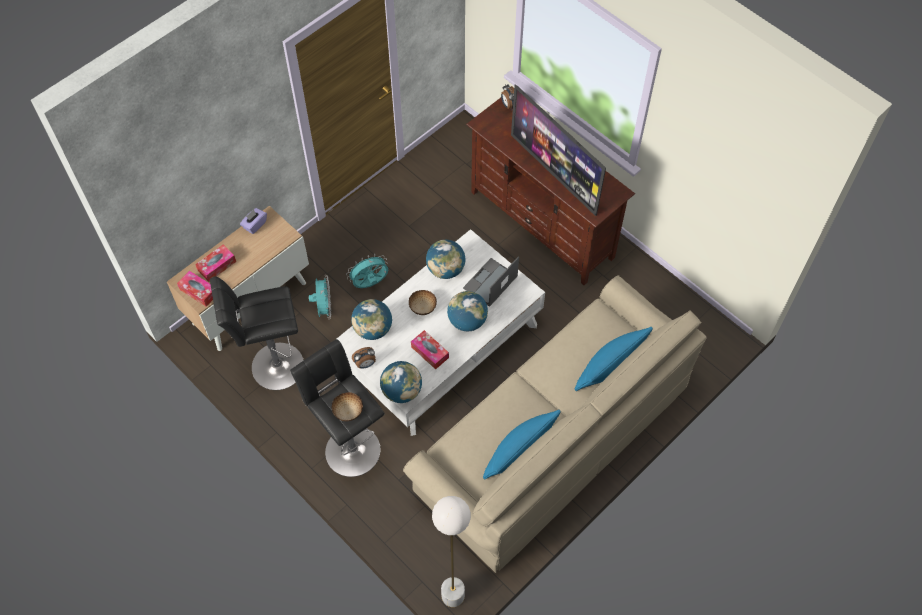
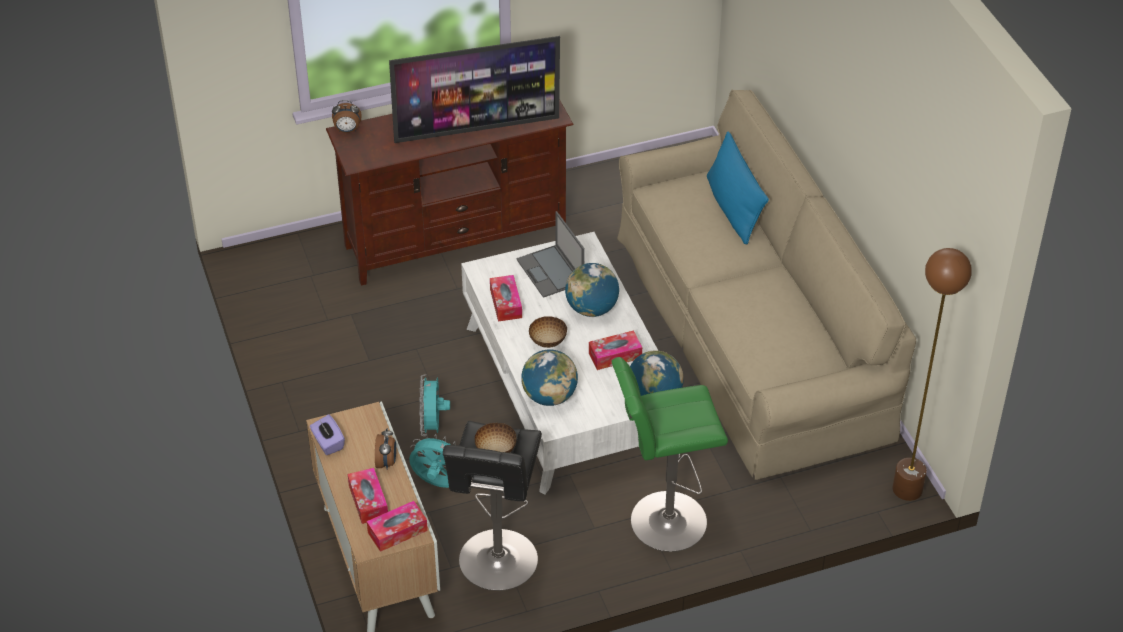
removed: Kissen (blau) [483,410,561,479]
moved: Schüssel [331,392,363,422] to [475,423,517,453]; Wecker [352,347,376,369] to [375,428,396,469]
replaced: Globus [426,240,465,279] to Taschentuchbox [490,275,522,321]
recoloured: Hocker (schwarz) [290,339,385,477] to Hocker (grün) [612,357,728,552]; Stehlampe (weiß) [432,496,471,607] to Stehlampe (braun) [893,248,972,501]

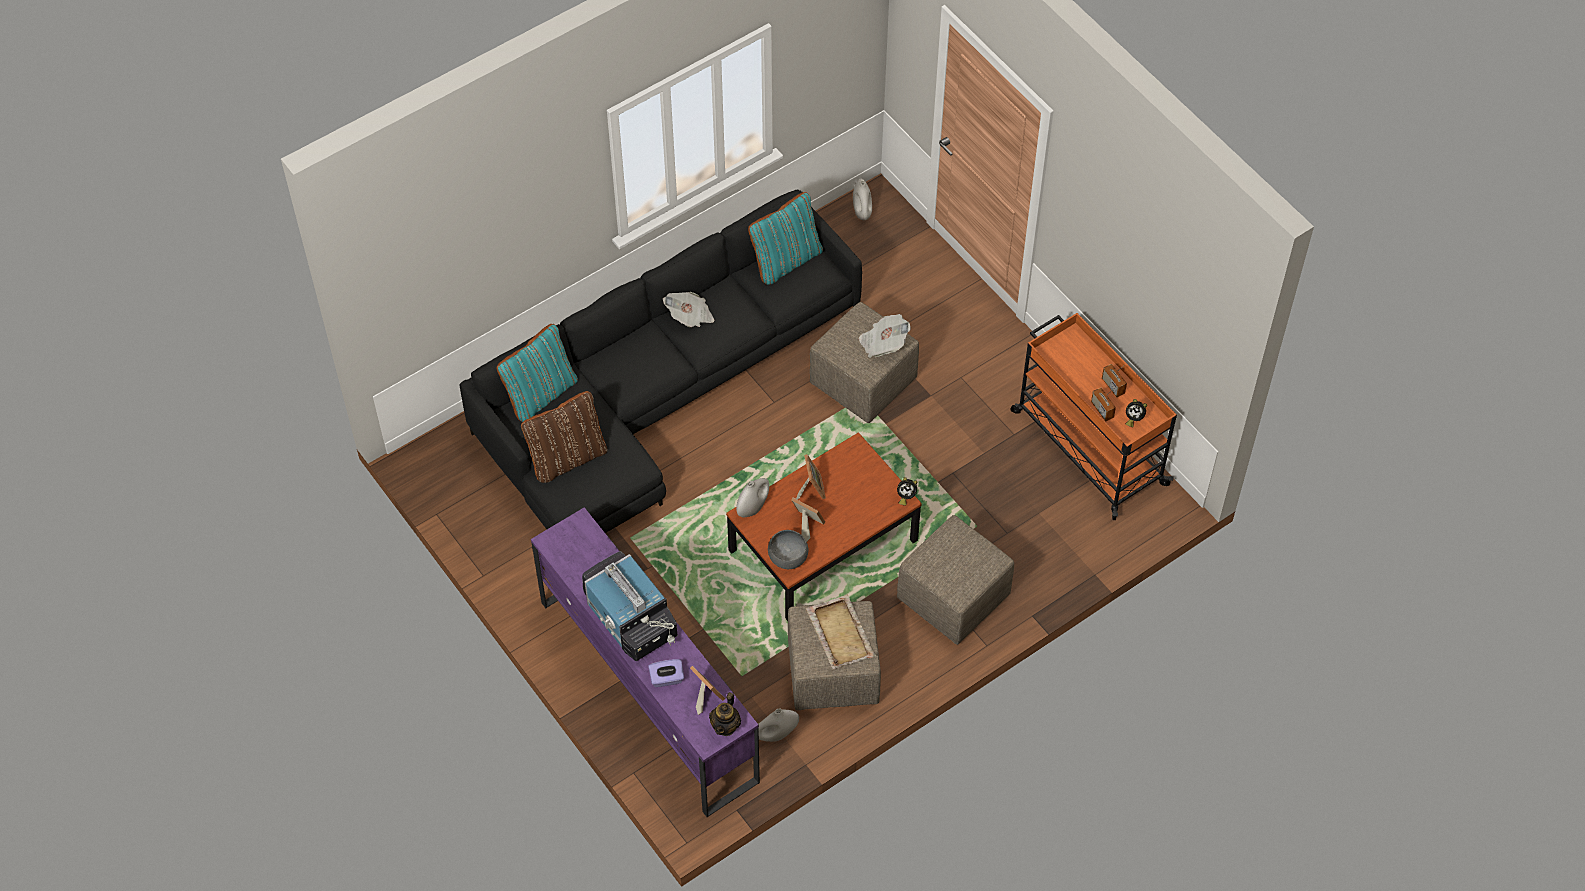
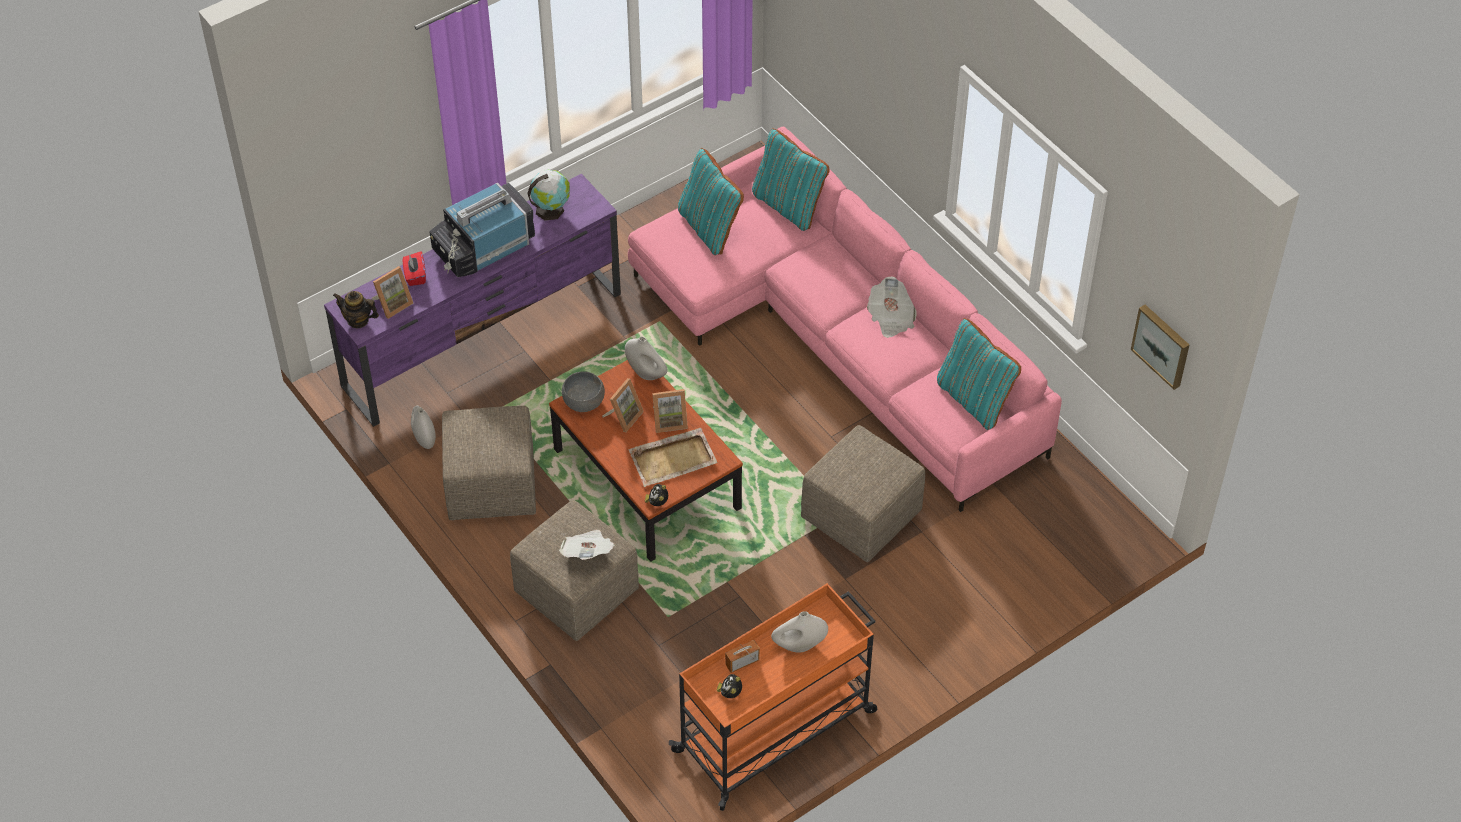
removed: Radio [1102,364,1127,397]
added: Globus [527,170,570,221]; Bild [1131,305,1189,390]
moved: Tablett (beige) [806,594,876,669] to [629,428,718,487]; Vase (weiß) [853,179,872,220] to [771,611,828,652]; Zeitung [859,314,911,358] to [559,530,615,560]
recoloured: Sofa (schwarz) [459,189,862,533] to Sofa (rosa) [628,127,1062,512]; Kissen (braun) [521,391,607,483] to Kissen (türkis) [678,148,744,255]; Taschentuchbox (lila) [648,659,684,687] to Taschentuchbox (rot) [403,251,426,286]

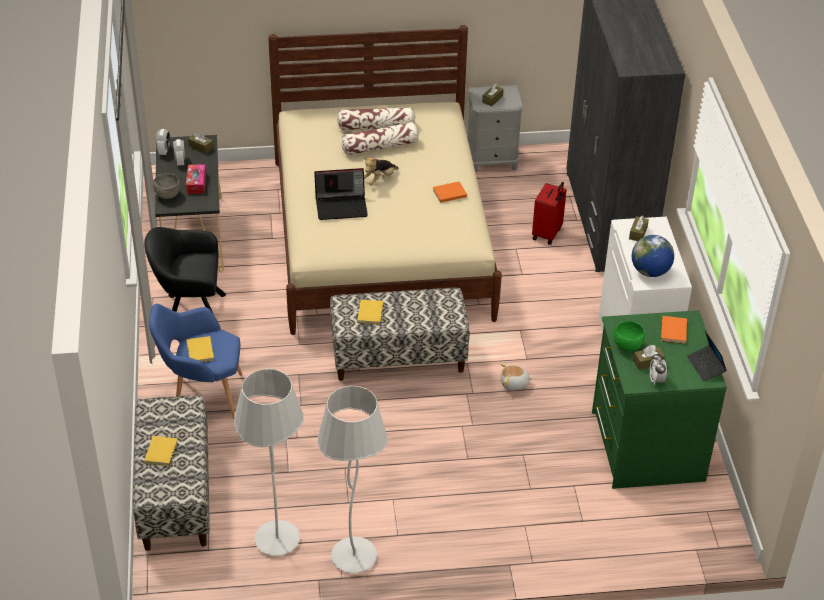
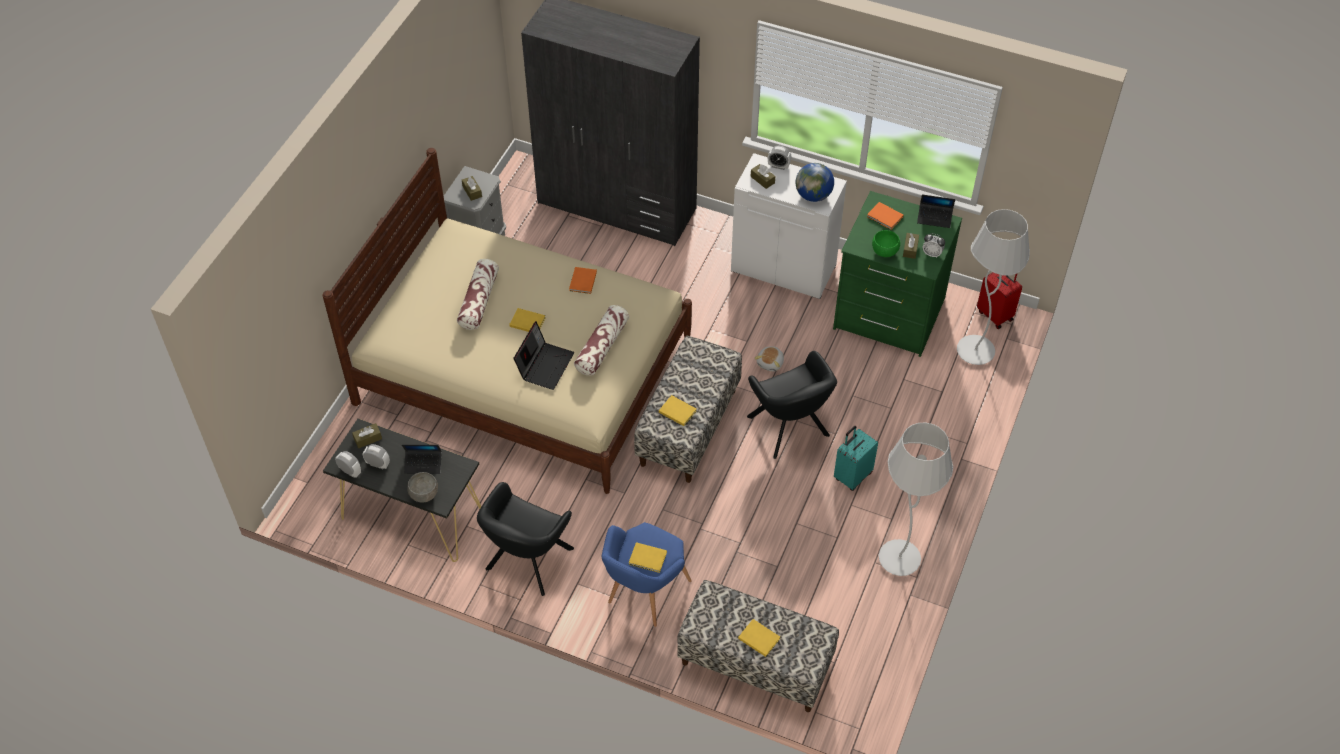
added: Sessel (schwarz) [747,351,837,459]; Wecker [768,146,791,170]; Koffer (türkis) [834,426,878,491]
moved: Stehlampe (weiß) [234,369,304,556] to [957,209,1030,365]; Kissen [337,107,415,130] to [574,305,629,376]; Koffer (rot) [532,182,567,245] to [977,272,1022,329]
replaced: Taschentuchbox [186,165,206,194] to Laptop [402,445,442,474]; Plüschtier [364,157,399,185] to Buch (gelb) [509,308,545,332]

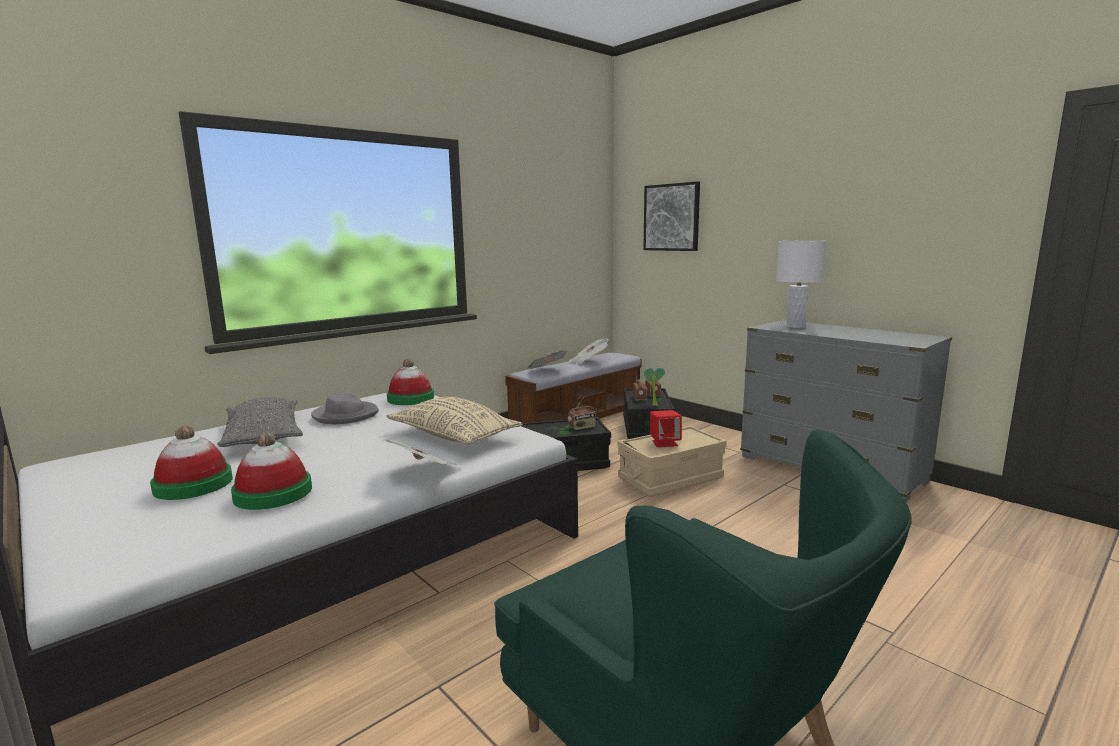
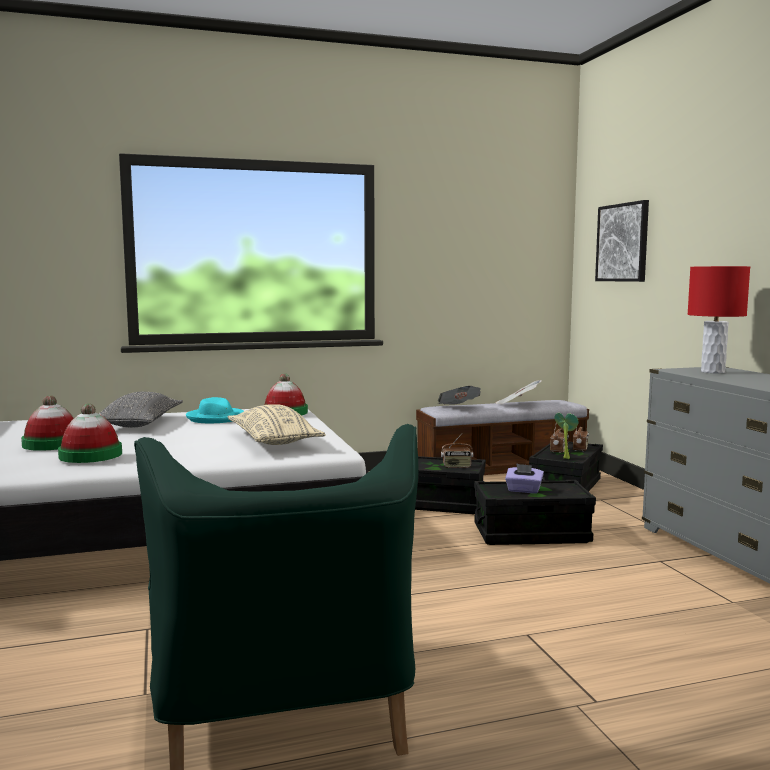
removed: Zeitung [382,439,459,466]
replaced: Lautsprecher (rot) [650,410,682,447] to Taschentuchbox (lila) [505,464,544,493]
recoloured: Hut (grau) [311,392,379,424] to Hut (türkis) [186,397,244,423]; Aufbewahrungsbox (beige) [618,426,727,497] to Aufbewahrungsbox (schwarz) [474,480,596,545]; Tischlampe (weiß) [776,240,827,328] to Tischlampe (rot) [687,266,750,373]

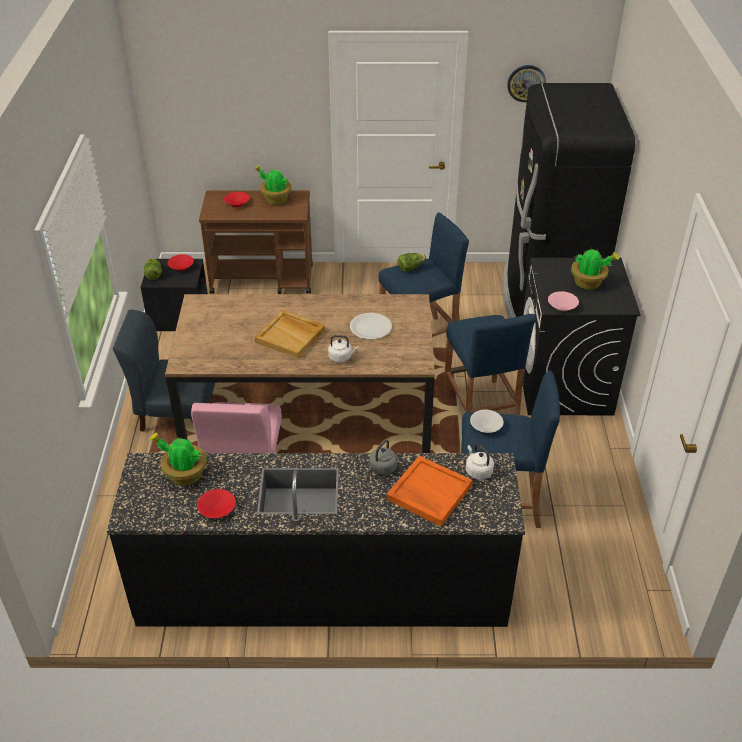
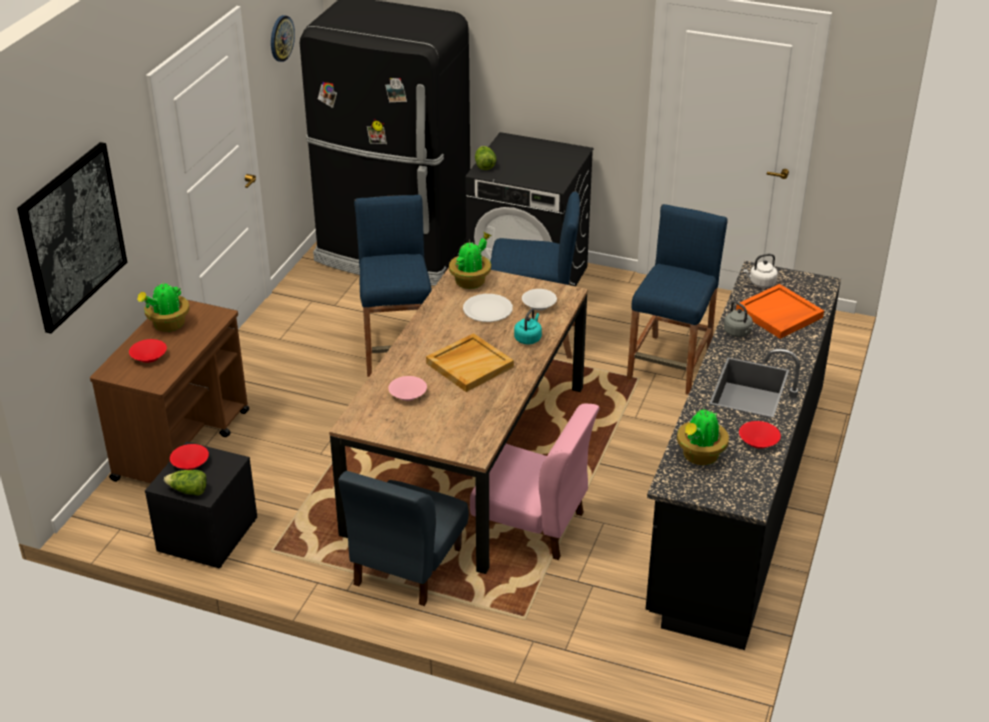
added: Bild [17,142,127,334]
moved: Salatkopf [398,253,426,272] to [475,146,496,170]; Schüssel (weiß) [470,410,504,433] to [522,289,557,311]; Schüssel (rosa) [548,291,579,311] to [388,376,427,401]; Topfpflanze [571,249,619,289] to [449,232,491,289]
recoloured: Wasserkessel (weiß) [328,335,358,362] to Wasserkessel (türkis) [514,309,542,345]

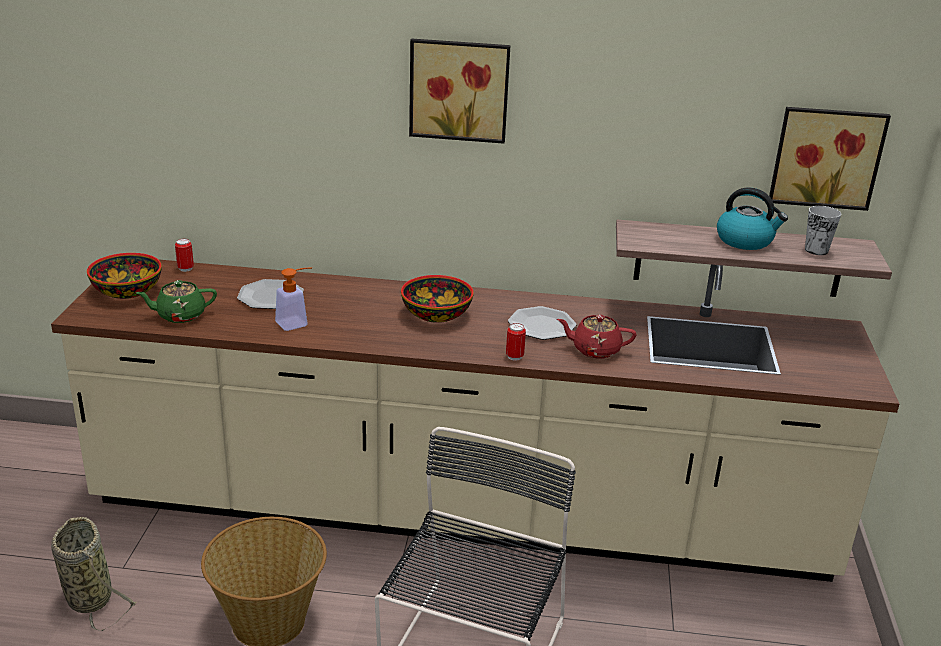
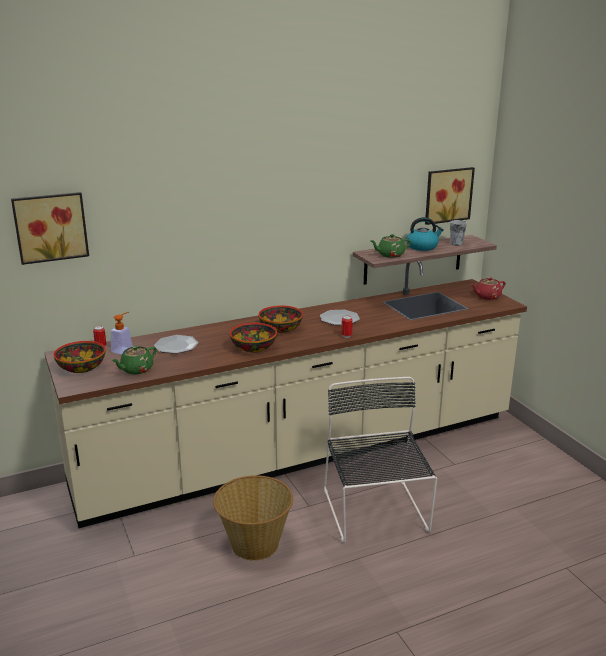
removed: Korb [51,517,136,631]
added: Schüssel [230,323,277,353]; Teekanne (grün) [370,234,411,258]
moved: Seifenspender [275,267,312,331] to [111,312,133,355]; Bild [409,39,511,144] to [11,192,89,265]; Teekanne (rot) [557,315,637,358] to [471,277,506,300]

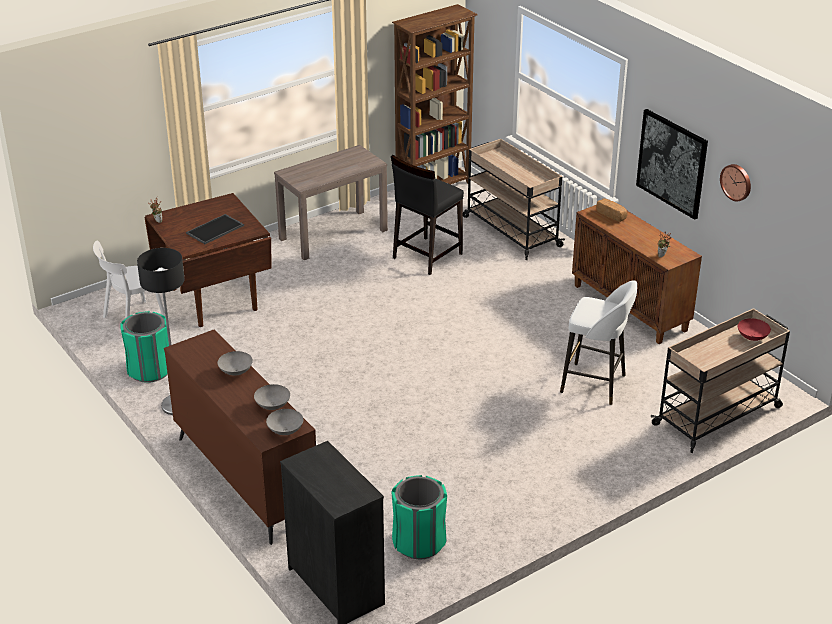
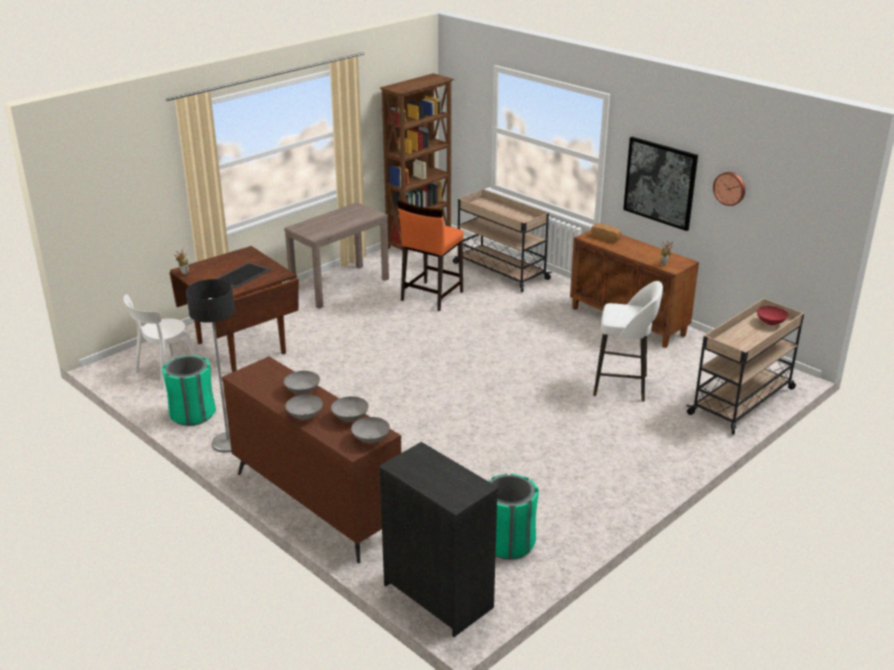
added: Schüssel (grau) [285,395,323,419]
recoloured: Hocker (schwarz) [391,155,464,275] to Hocker (orange) [397,200,464,311]

